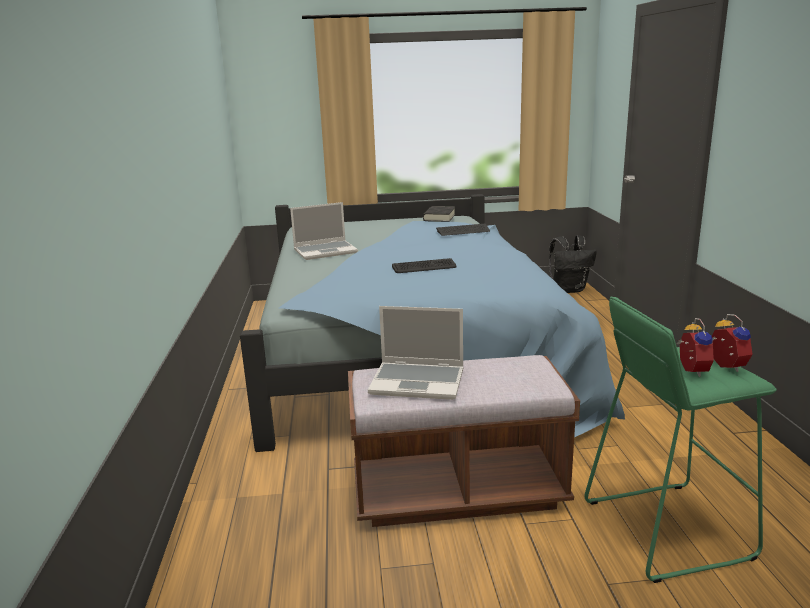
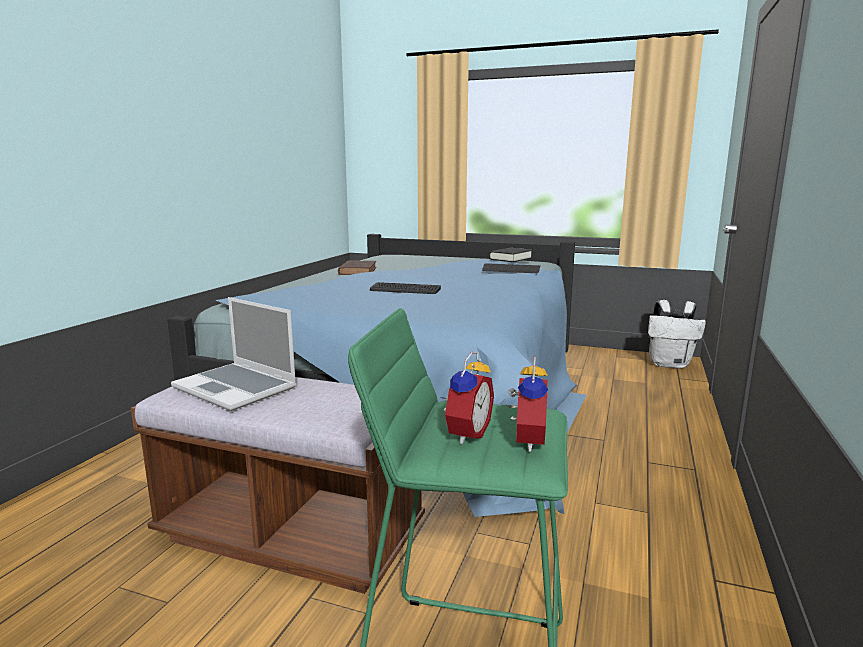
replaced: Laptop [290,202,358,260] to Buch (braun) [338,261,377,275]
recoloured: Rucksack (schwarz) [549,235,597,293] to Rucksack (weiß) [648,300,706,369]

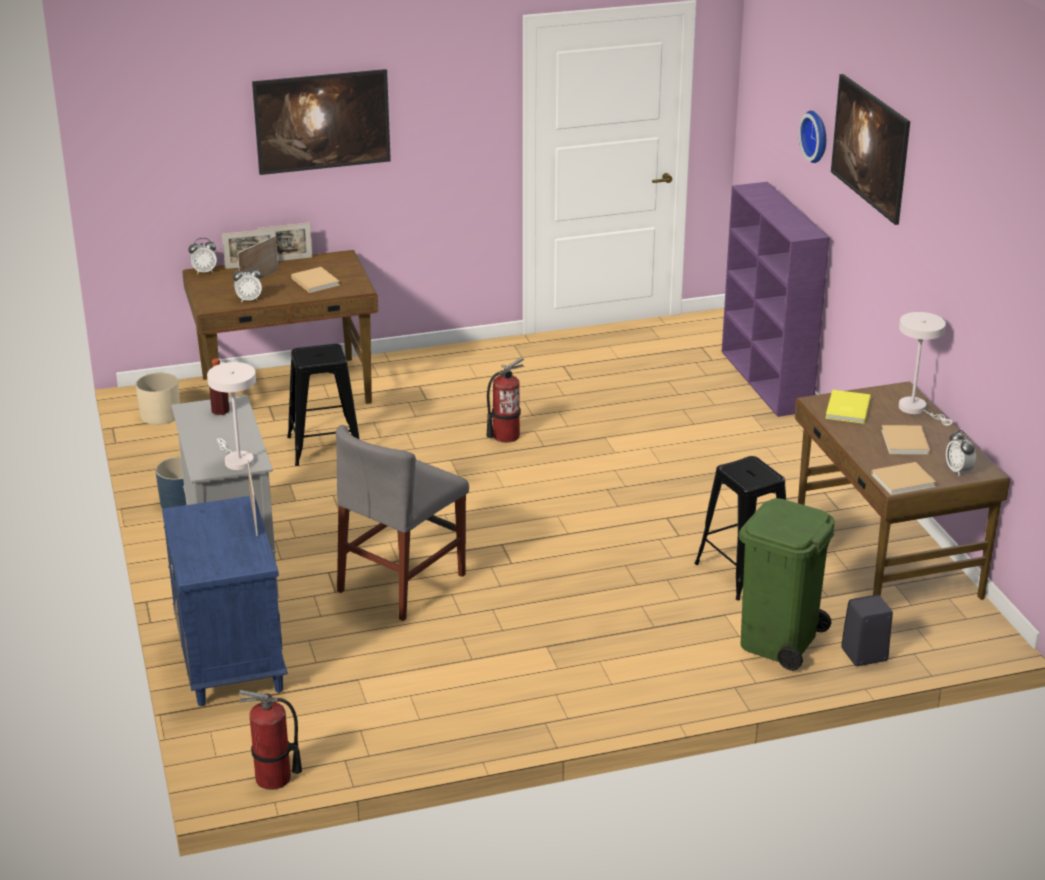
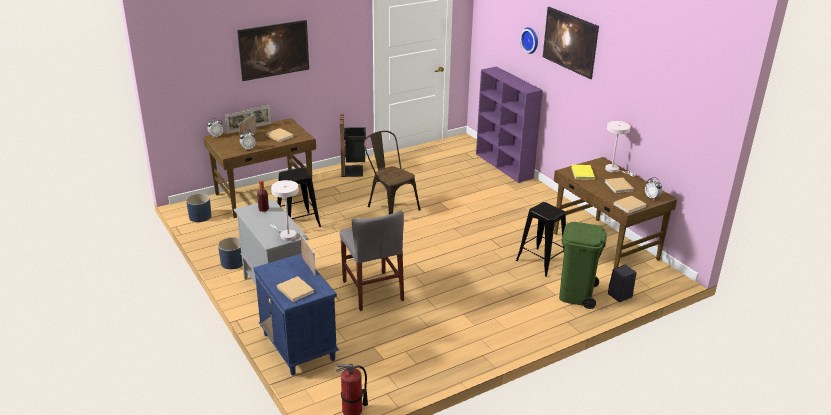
added: Buch (beige) [277,276,314,302]; Mülleimer (schwarz) [340,114,366,177]
replaced: Feuerlöscher [487,357,525,443] to Stuhl (braun) [364,131,421,215]
recoloured: Pflanzkübel (beige) [136,373,180,425] to Pflanzkübel (blau) [186,193,211,222]
turned: Stuhl (grau) [336,425,469,621] = [340,210,404,311] 45 degrees counterclockwise

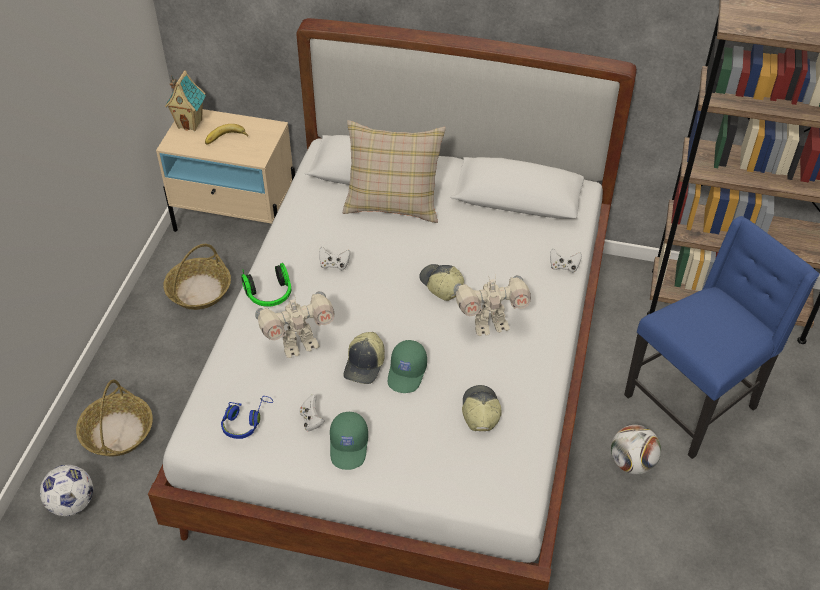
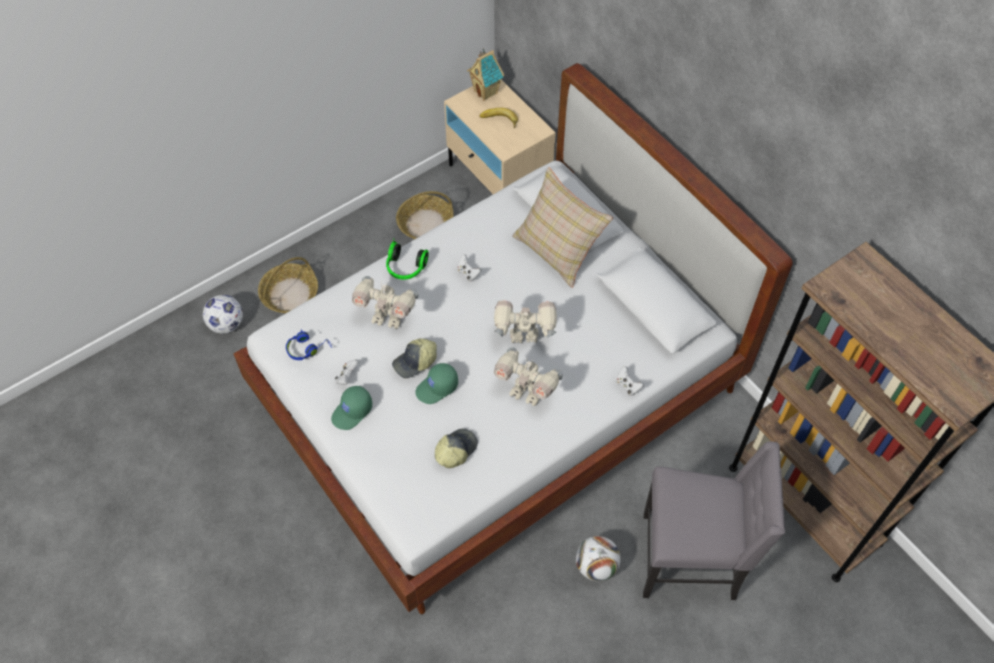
replaced: Kappe [419,264,464,301] to Spielzeugroboter [494,300,557,343]
recoloured: Stuhl (blau) [624,216,820,459] to Stuhl (grau) [643,442,785,600]

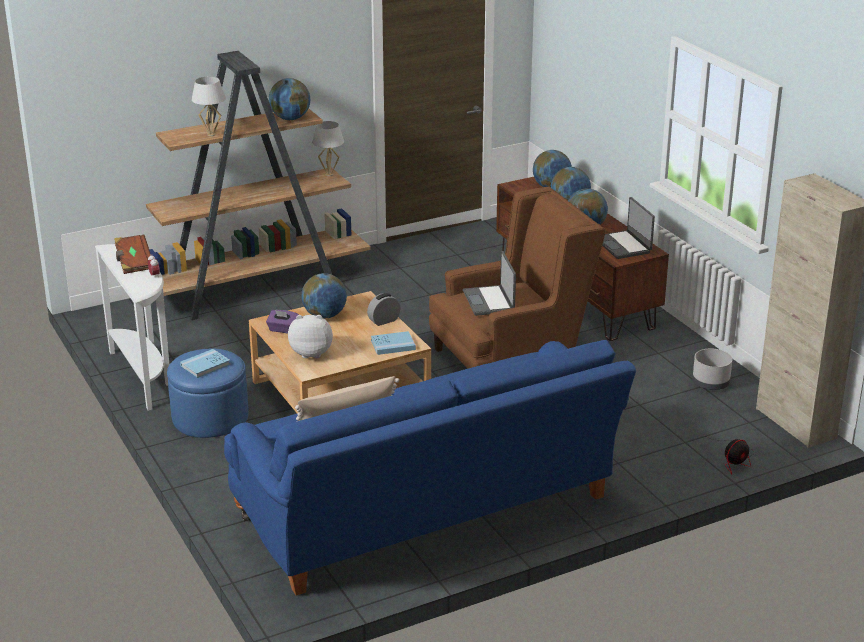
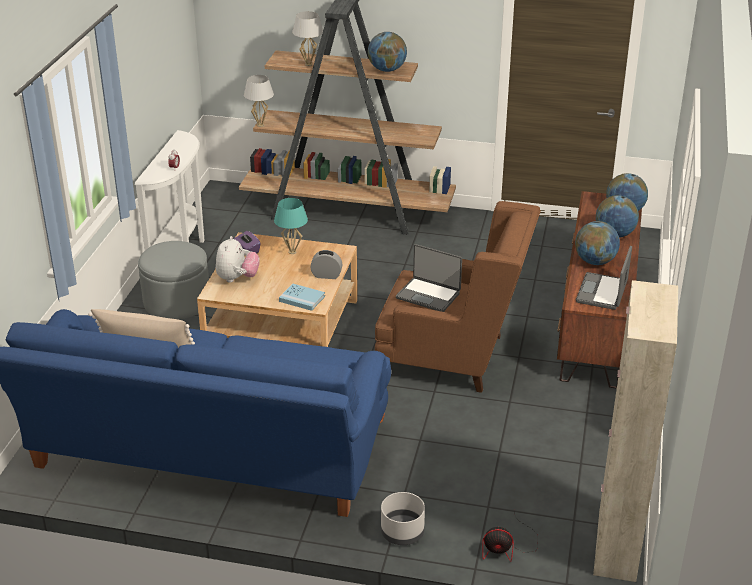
removed: Buch (braun) [114,234,151,274]; Buch (blau) [180,349,230,378]
moved: Tischlampe (weiß) [312,121,344,176] to [244,75,274,127]; Pflanzkübel (grau) [692,349,732,390] to [381,492,425,545]
replaced: Globus [301,273,347,319] to Tischlampe (türkis) [274,198,308,254]
recoloured: Polsterhocker (blau) [167,349,248,438] to Polsterhocker (grau) [138,241,209,320]
turned: Plüschtier [288,315,333,358] = [216,236,260,283] 60 degrees clockwise; Laptop [463,251,516,316] = [396,244,462,312] 90 degrees counterclockwise

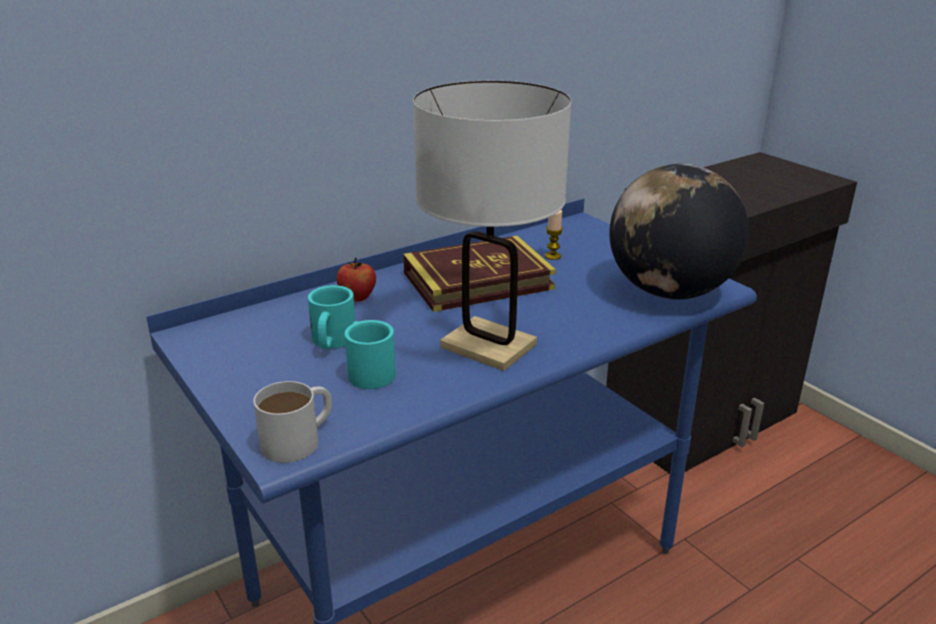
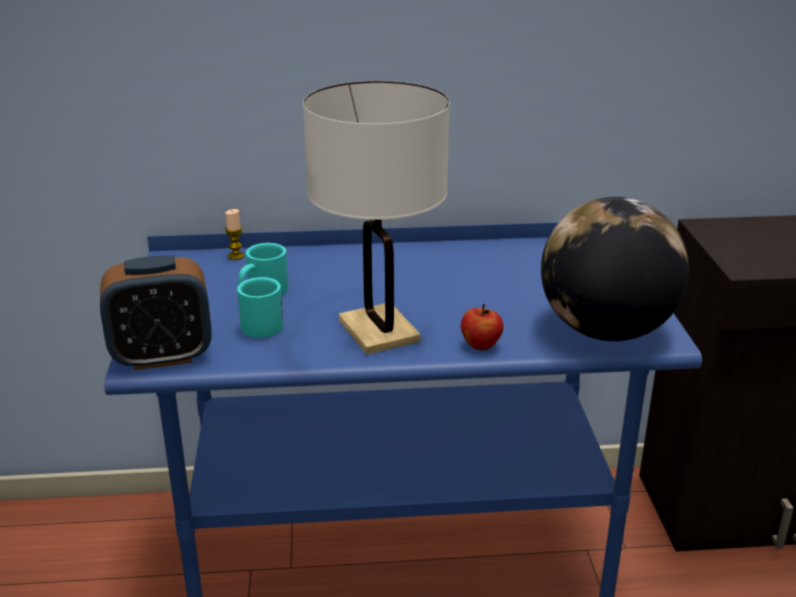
removed: Buch [403,236,556,312]
moved: Apfel [337,258,376,302] to [461,304,503,350]; Kerze [545,210,563,260] to [225,209,245,260]
replaced: Henkelbecher (weiß) [253,381,332,463] to Wecker [100,255,212,370]

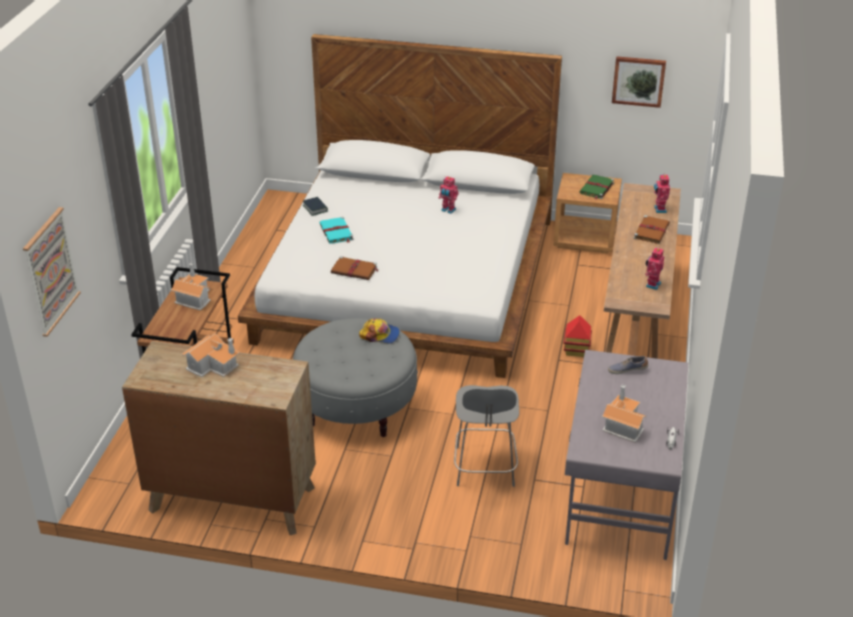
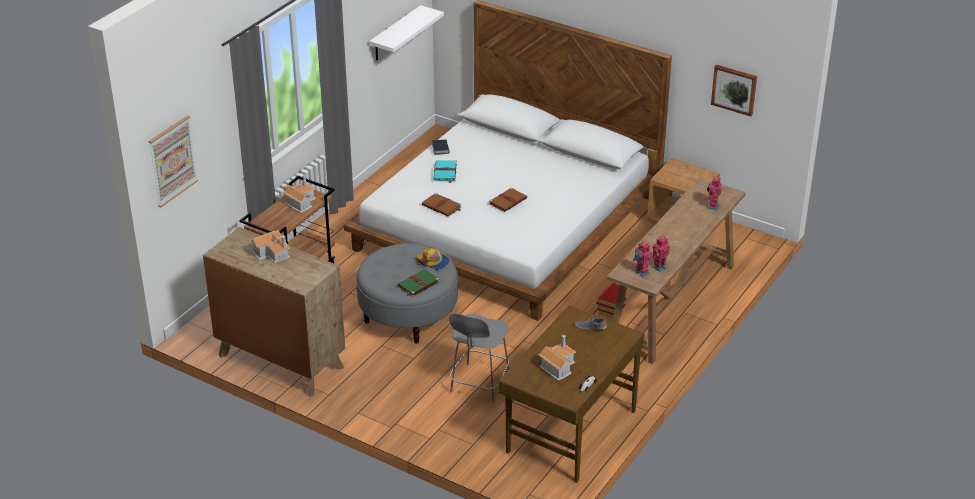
added: Wandregal (weiß) [369,5,444,60]
moved: Spielzeugroboter [438,176,459,214] to [633,241,652,277]; Buch (grün) [579,175,614,200] to [397,269,439,297]; Buch (braun) [634,215,670,244] to [489,187,527,212]
recoloured: Schreibtisch (grau) [565,350,688,560] to Schreibtisch (braun) [498,305,644,483]

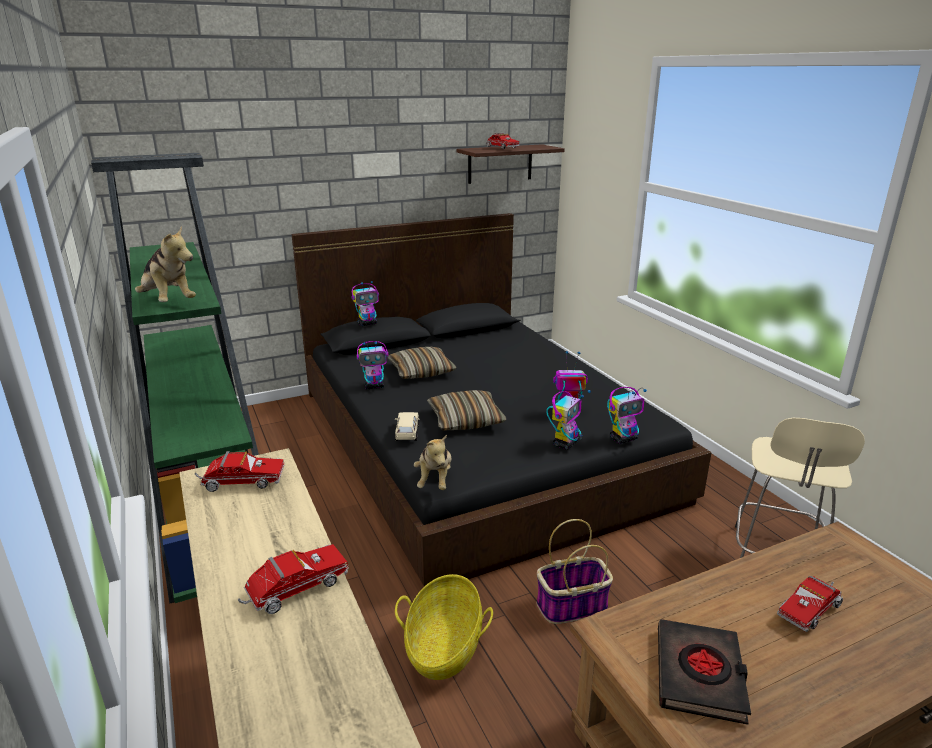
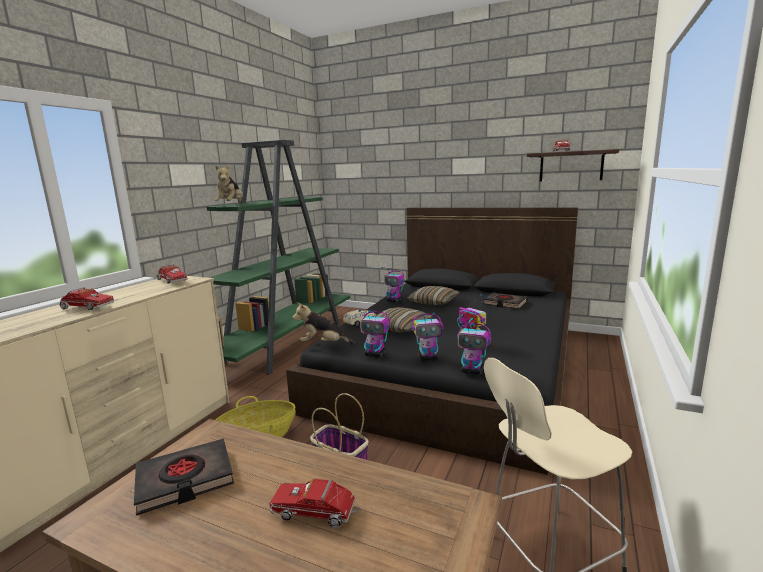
added: Buch (schwarz) [483,292,527,309]
moved: Spielzeugroboter [352,281,379,326] to [359,309,390,358]
turned: Plüschtier [414,434,452,490] = [292,302,355,344] 45 degrees clockwise

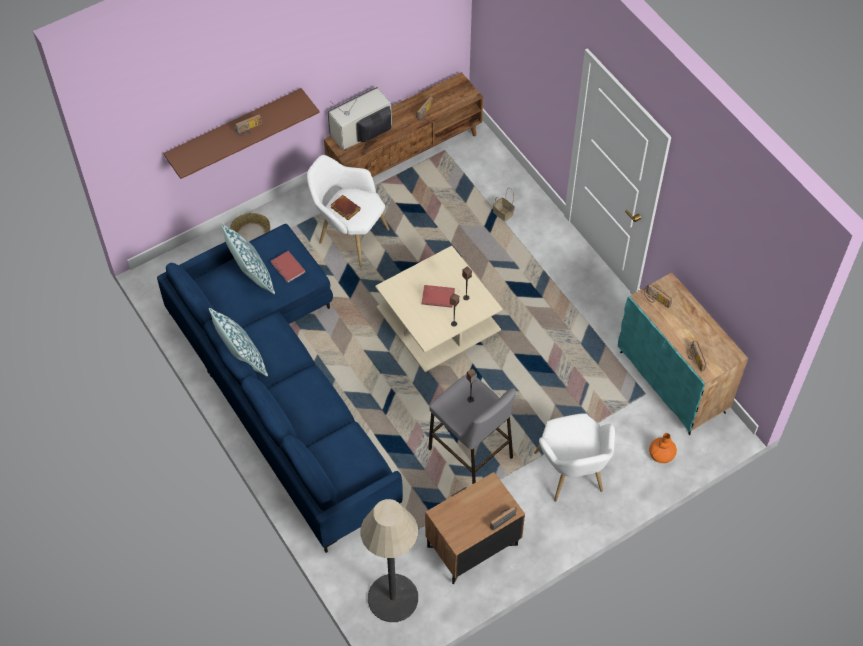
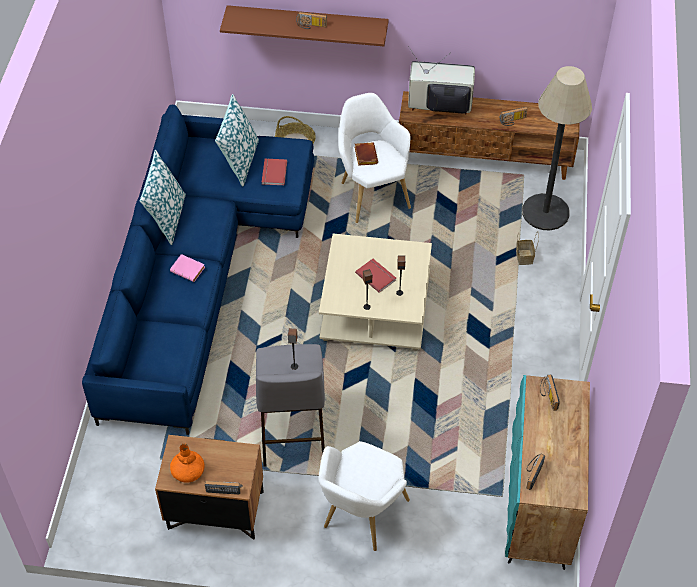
added: Buch (rosa) [170,254,205,282]
moved: Stehlampe [361,499,418,622] to [522,66,592,230]; Vase (orange) [649,433,677,463] to [170,444,205,483]

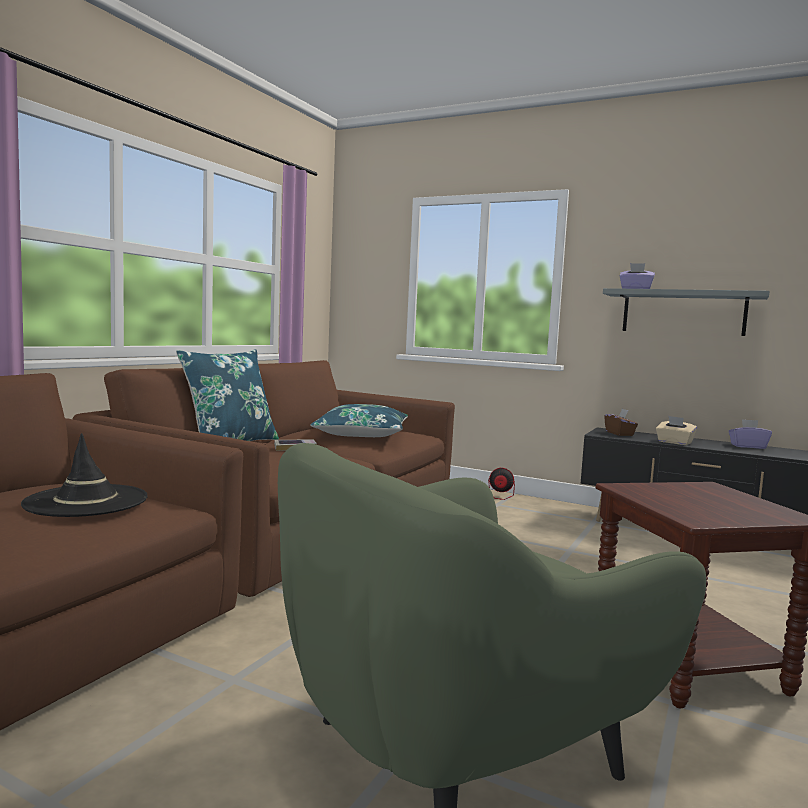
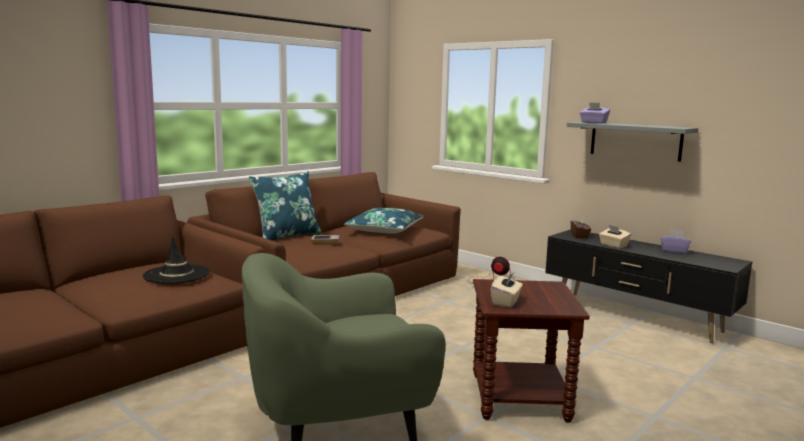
added: Taschentuchbox (beige) [491,272,523,308]

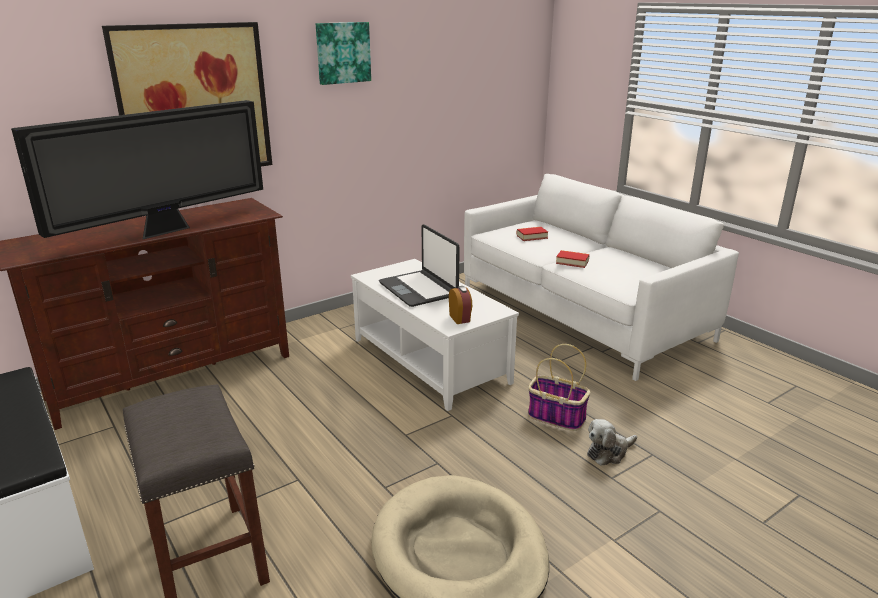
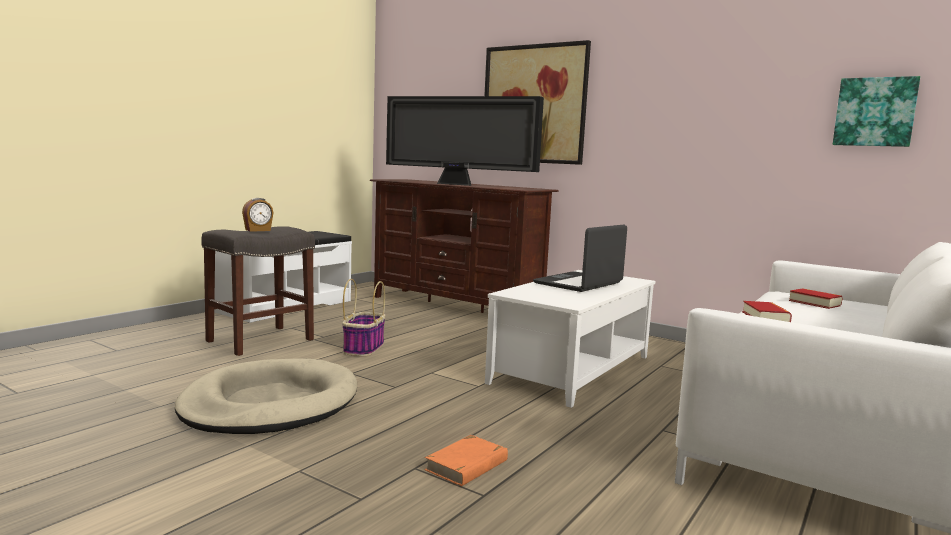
moved: Bild [316,22,371,85] to [833,76,920,147]; Wecker [449,286,472,324] to [242,198,273,232]; Korb [528,344,590,431] to [342,279,385,357]
replaced: Plüschtier [587,419,637,466] to Buch (orange) [425,435,508,486]

